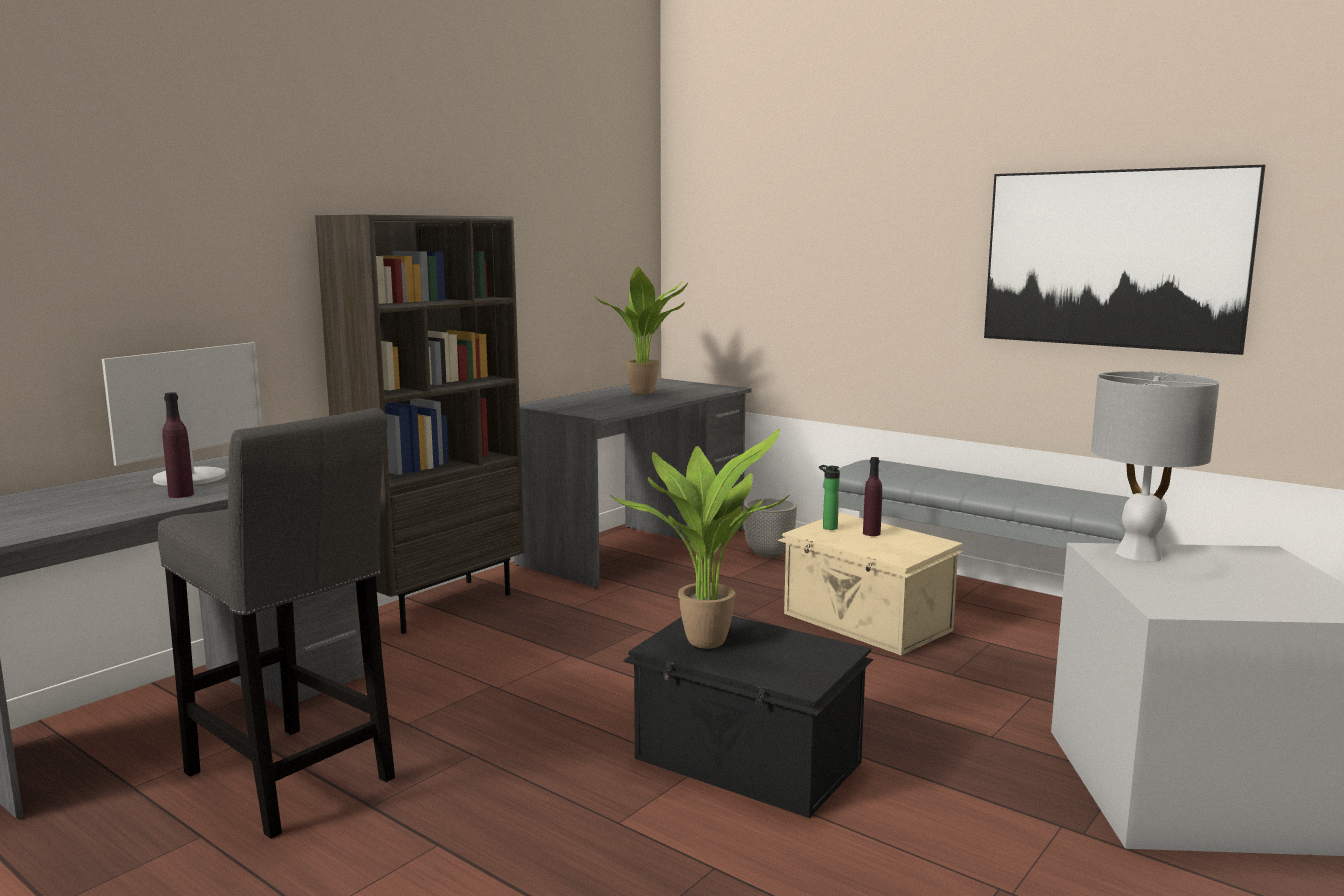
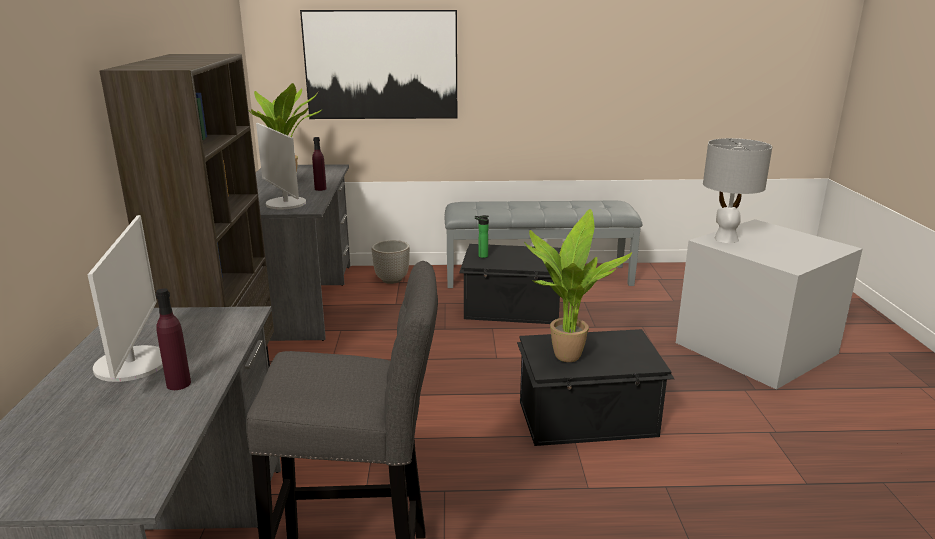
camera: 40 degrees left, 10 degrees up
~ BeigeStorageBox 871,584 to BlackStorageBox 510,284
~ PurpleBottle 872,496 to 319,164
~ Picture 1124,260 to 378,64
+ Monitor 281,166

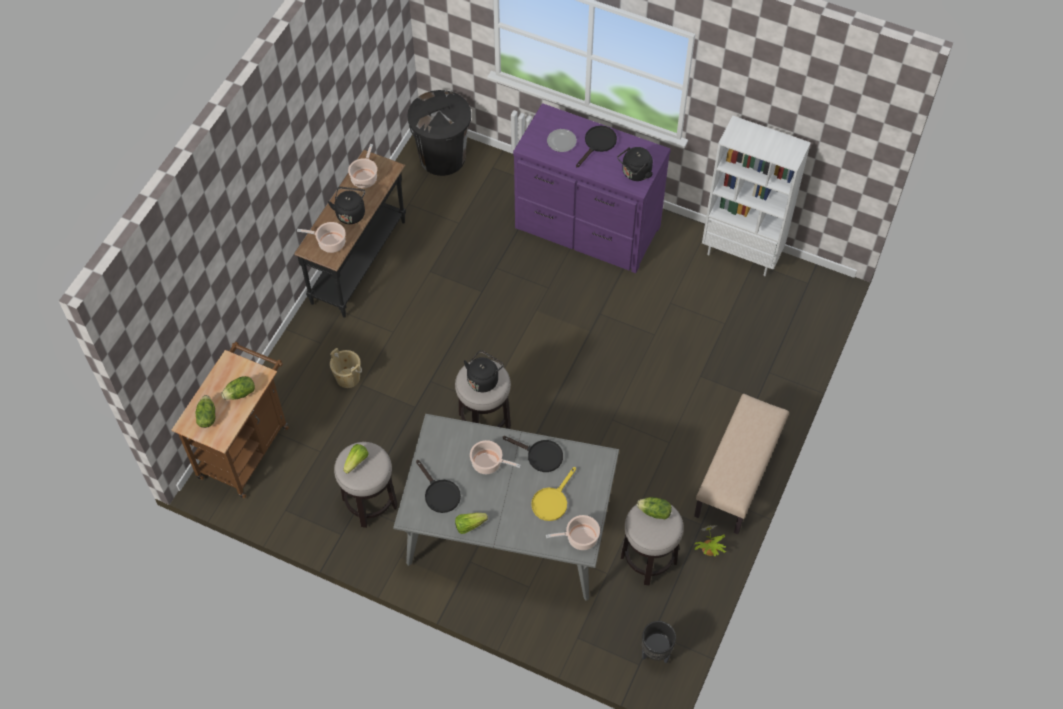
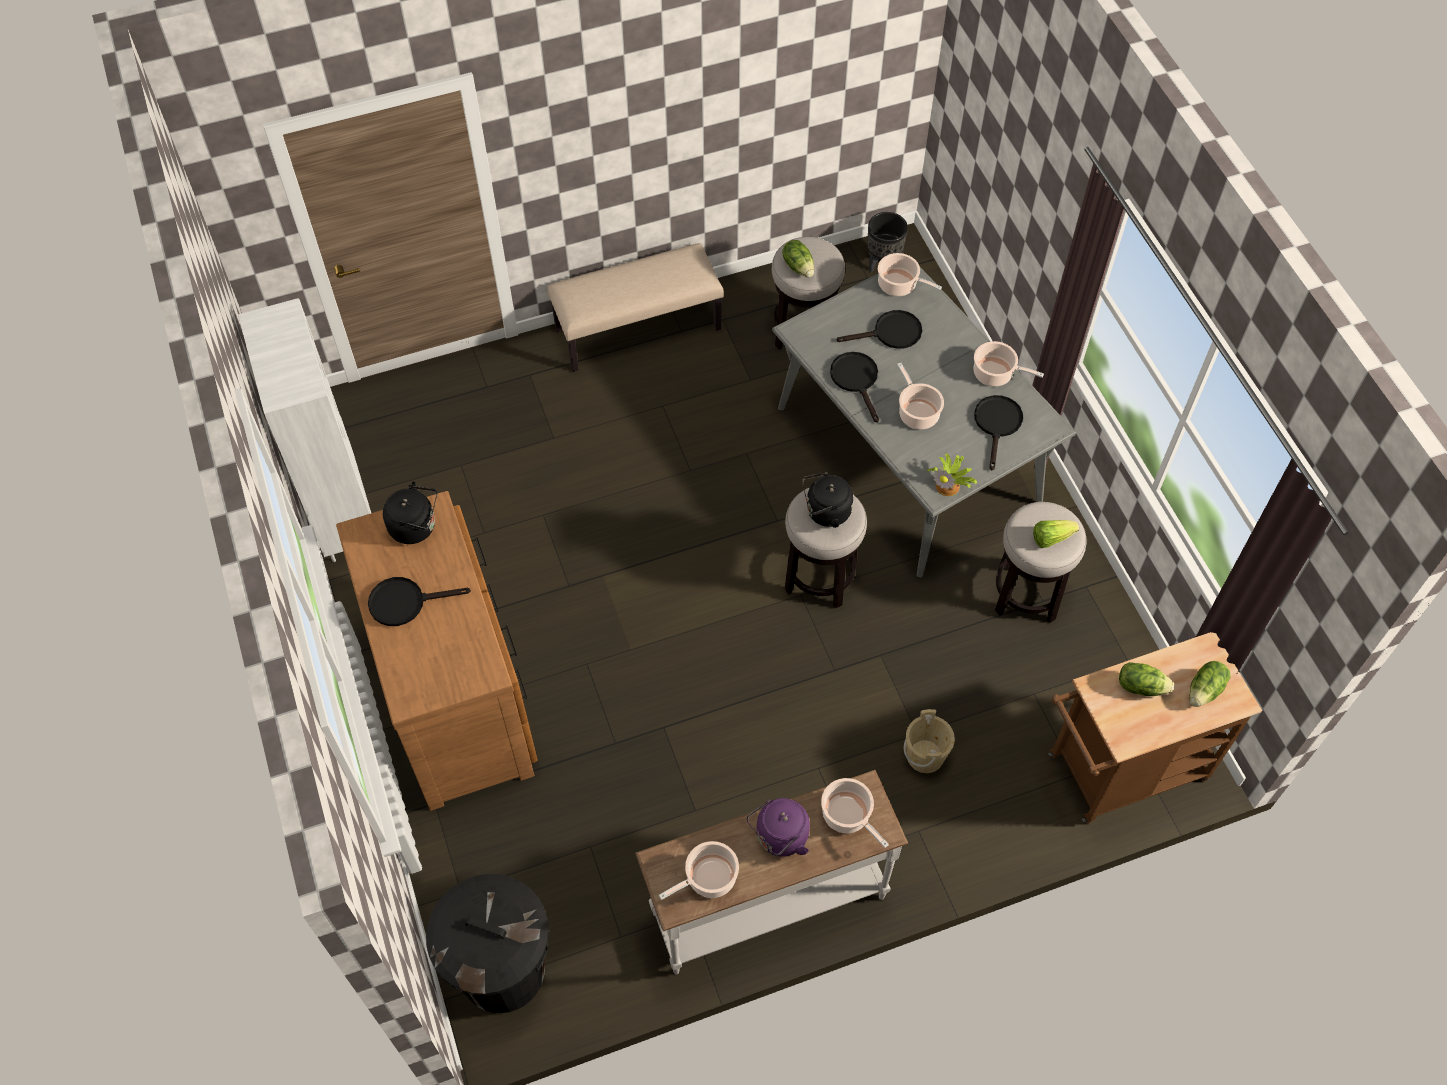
camera: 135 degrees left, 0 degrees up
~ BlackConsoleTable 350,234 to WhiteConsoleTable 771,872
~ BlackKettle 346,205 to PurpleKettle 778,827
~ Lettuce 471,523 to CookingPot 1008,364
~ PurpleDresser 592,188 to BrownDresser 437,651
~ YellowFryingPan 553,494 to BlackFryingPan 879,329
- Plate 562,140
~ PottedPlant 710,540 to 951,474

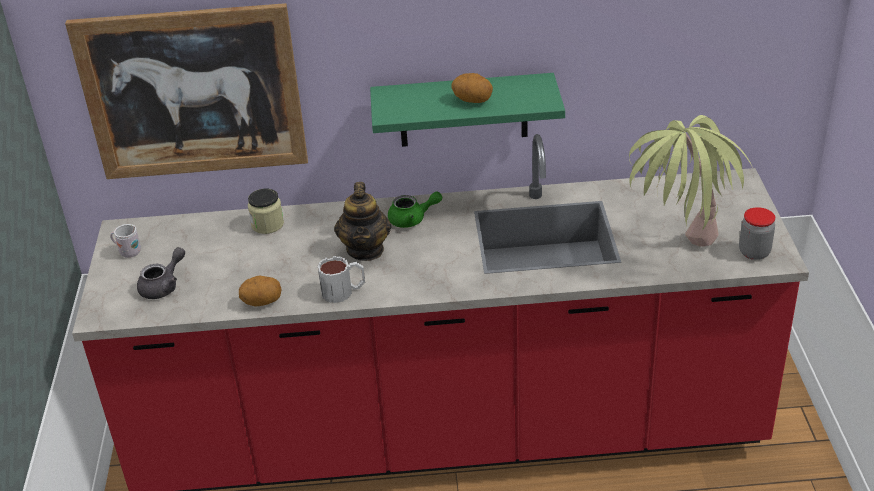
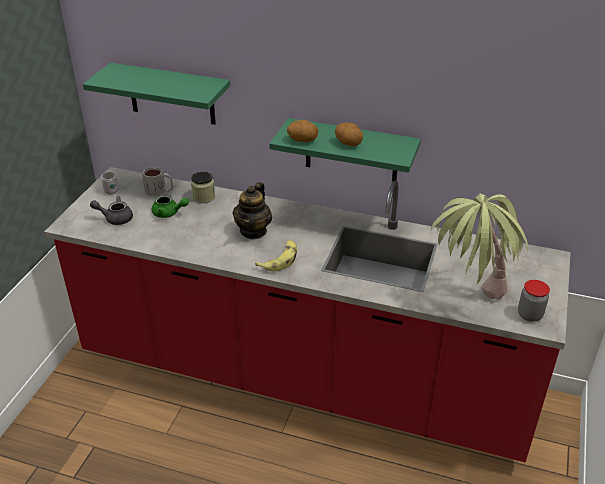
camera: 20 degrees right, 0 degrees up
~ Picture 186,91 to GreenShelf 156,94
~ GreyTeapot 161,273 = 111,210 150 degrees counterclockwise
~ Potato 260,290 to 302,131
~ Mug 341,279 to 157,181
~ GreenTeapot 415,209 to 170,206
+ Banana 276,255

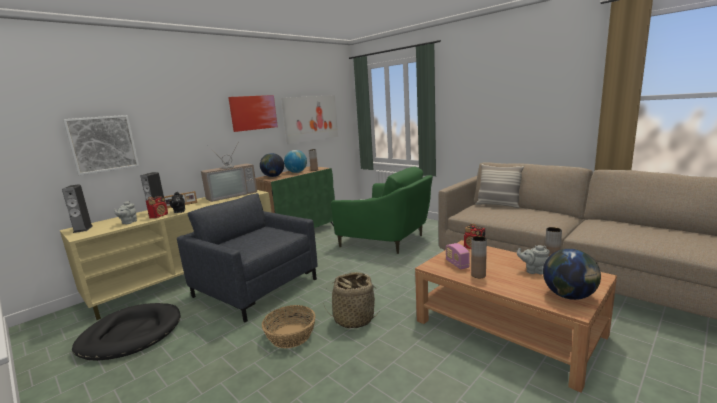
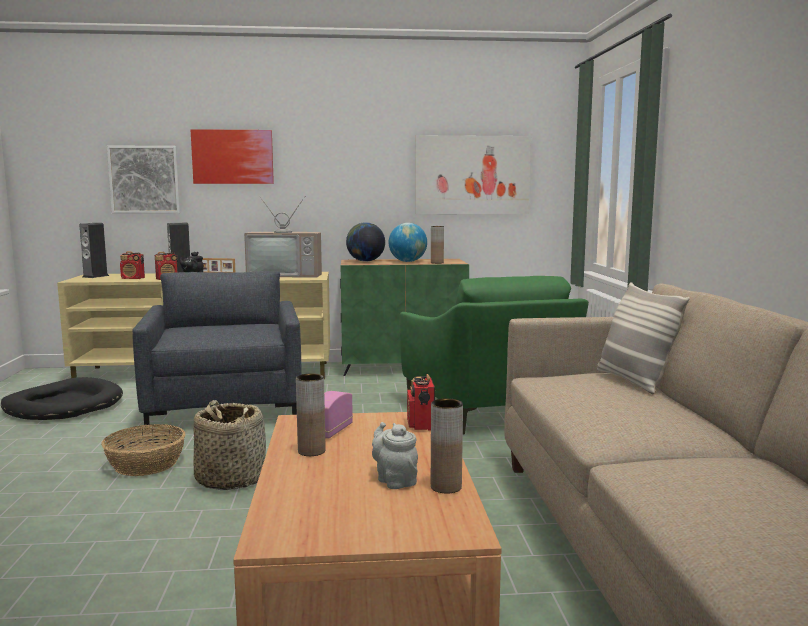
camera: 40 degrees right, 5 degrees down
~ GreyTeapot 125,212 to Radio 132,265
~ Picture 253,113 to 232,156
- Globe 572,274

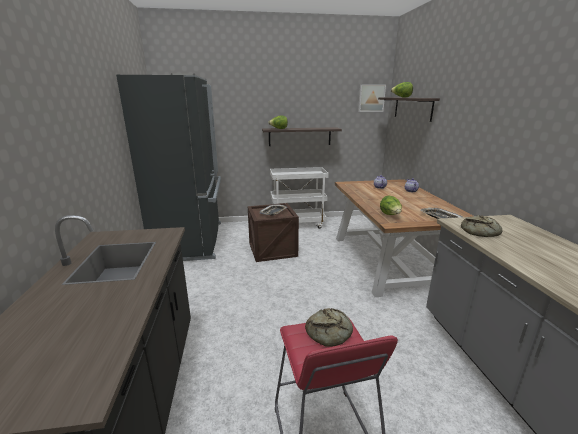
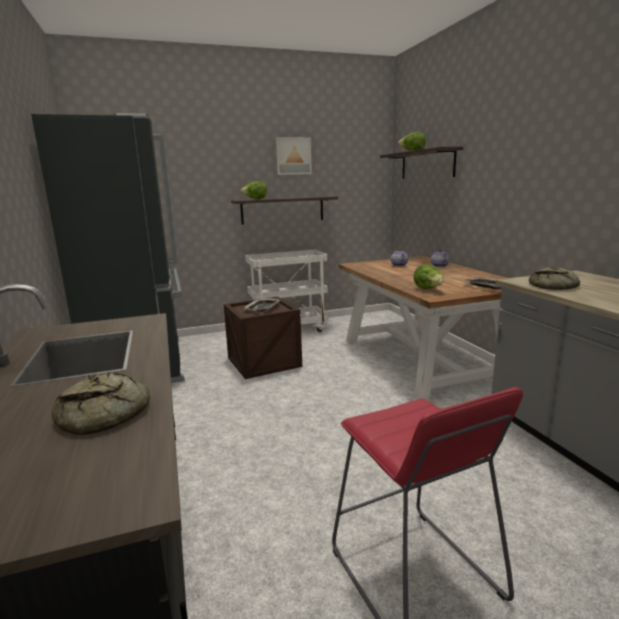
camera: 10 degrees left, 5 degrees down
~ Bread 329,327 to 101,404
~ Picture 372,98 to 294,156

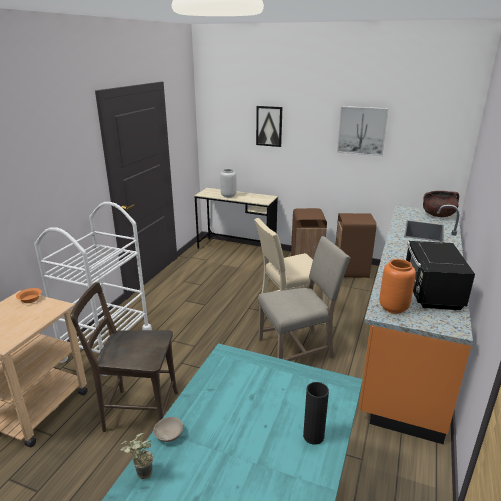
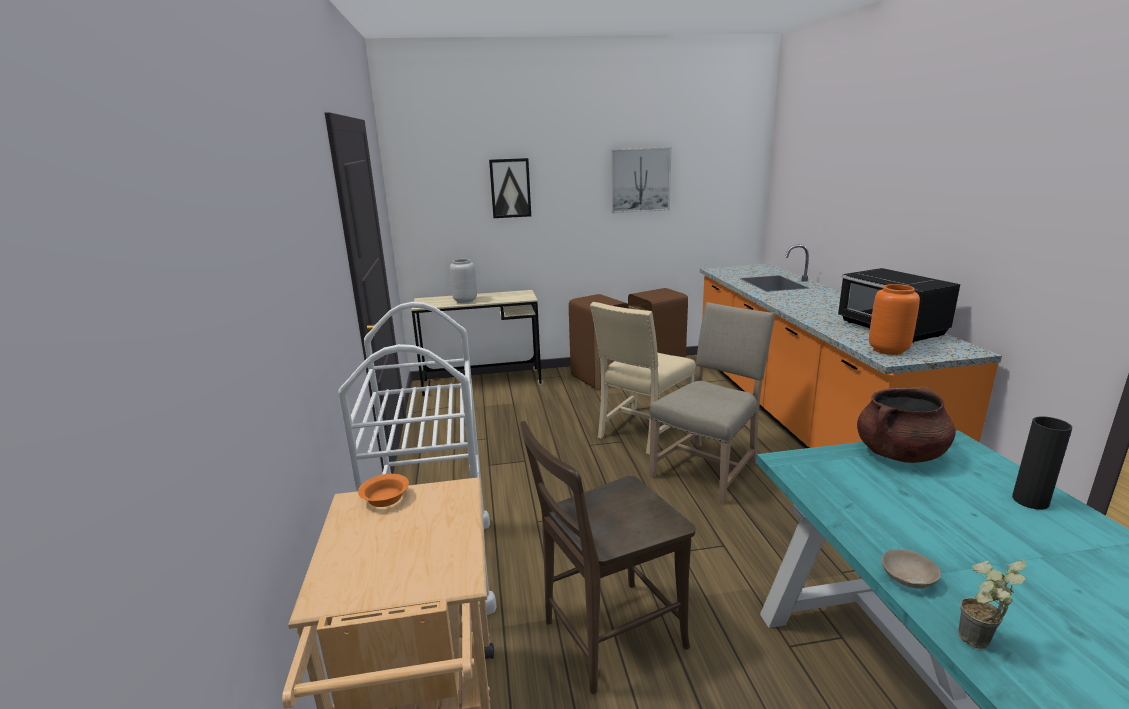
camera: 30 degrees left, 5 degrees down
~ BrownCookingPot 441,204 to 906,425

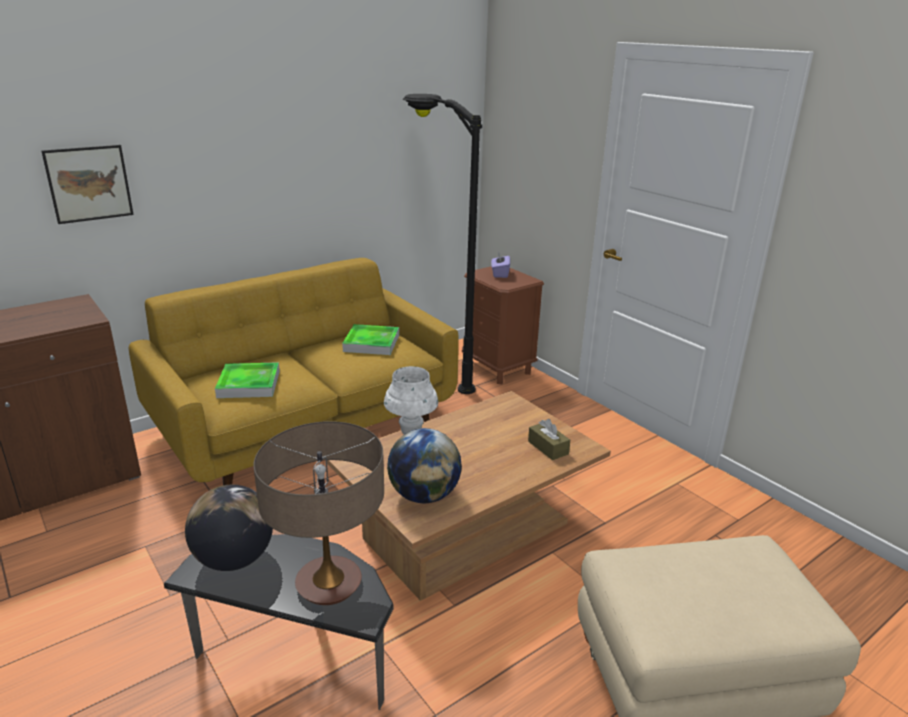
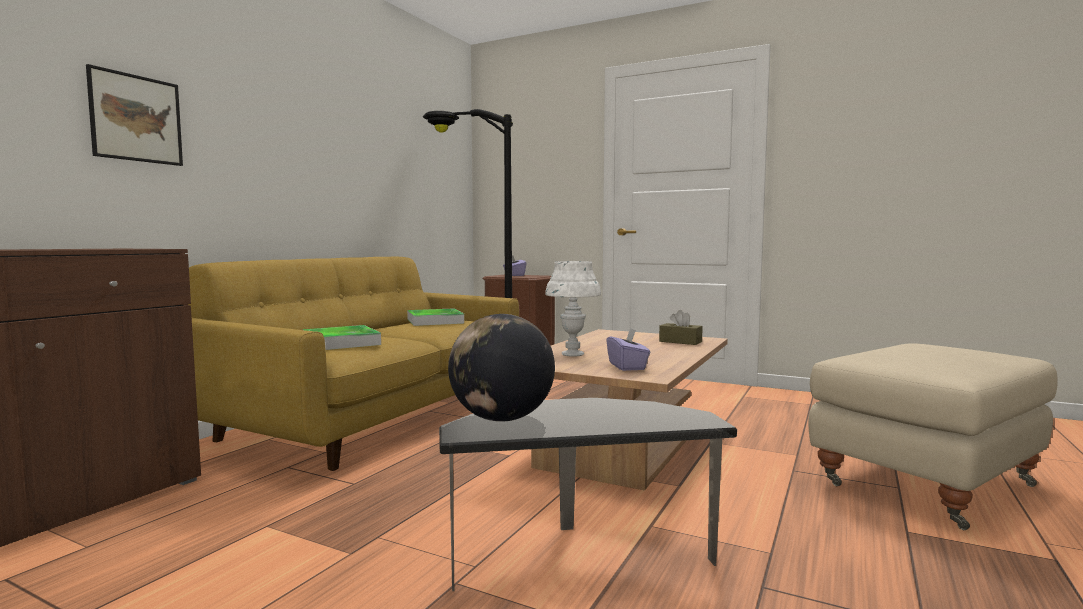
camera: 25 degrees left, 20 degrees down
- TableLamp 318,513
~ Globe 424,465 to PurpleTissueBox 628,349

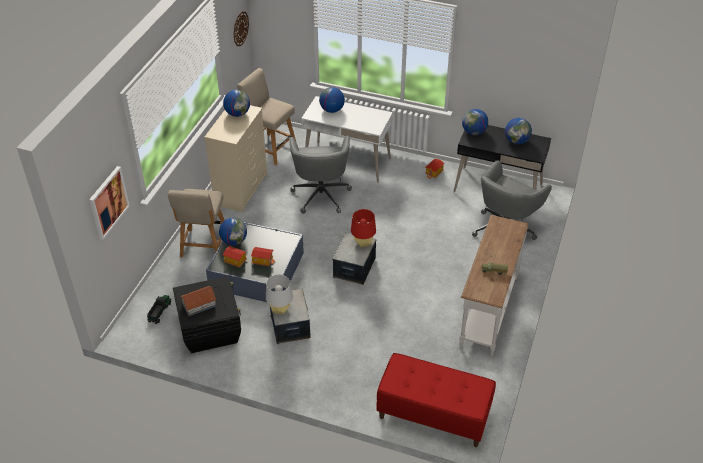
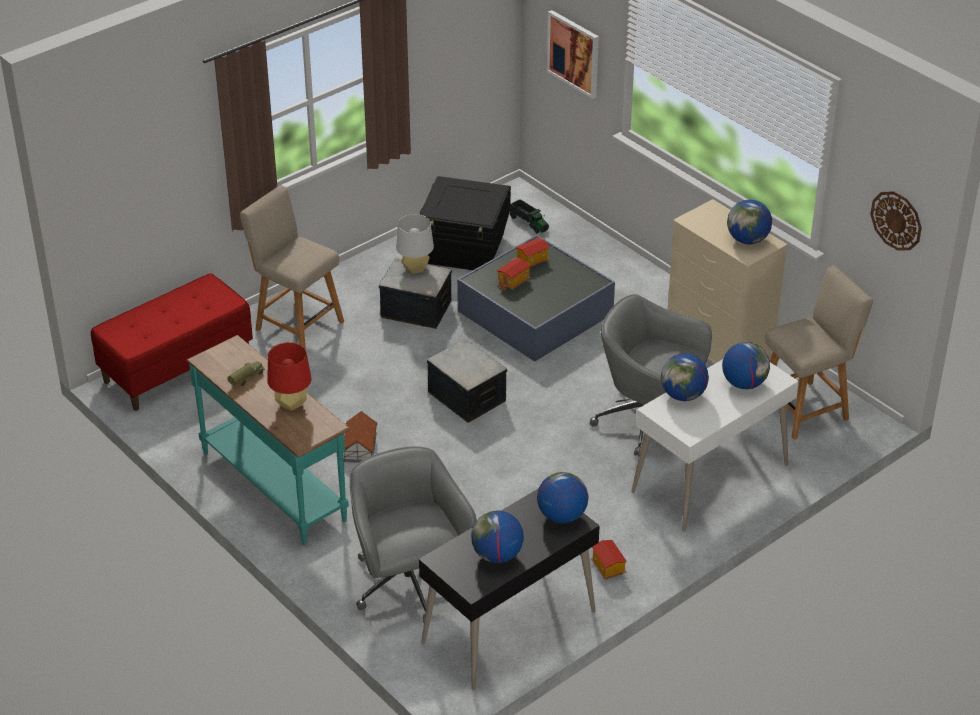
camera: 120 degrees right, 5 degrees down
~ BeigeChair 196,223 to 292,267
~ ToyHouse 198,301 to 361,437
~ Globe 233,231 to 685,377
~ RedTableLamp 363,228 to 289,376
~ WhiteConsoleTable 494,285 to TurquoiseConsoleTable 268,440

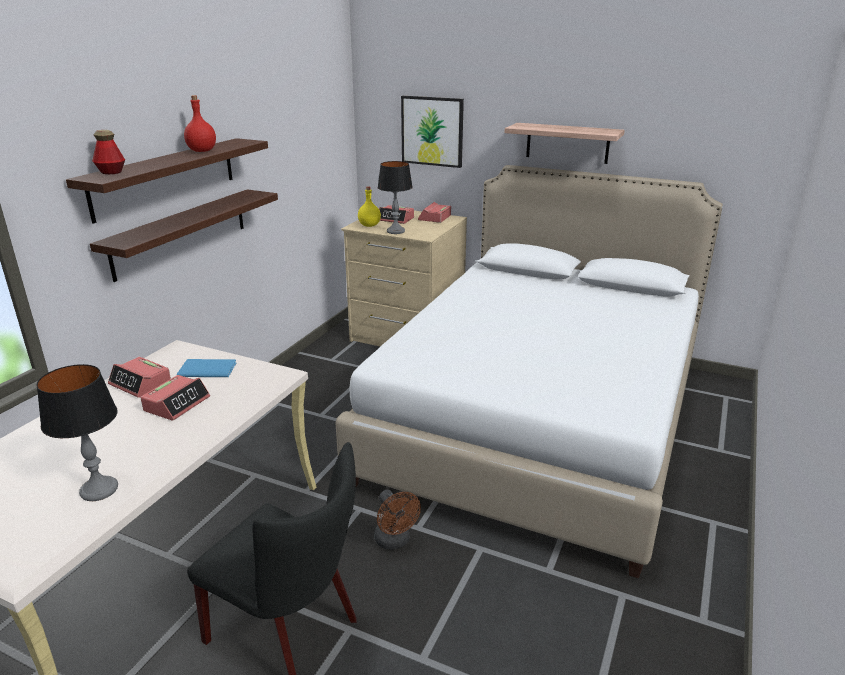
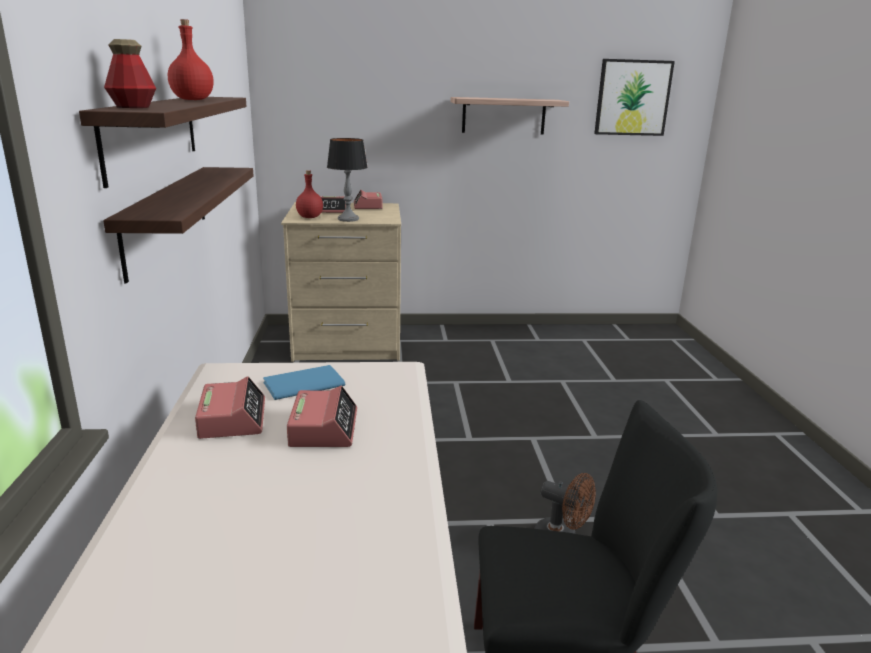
camera: 30 degrees left, 5 degrees down
- TableLamp 77,432
~ AlarmClock 139,377 = 230,407 105 degrees counterclockwise
- WhiteBed 529,371
~ YellowBottle 369,206 to RedBottle 309,194
~ Picture 432,132 to 634,97

